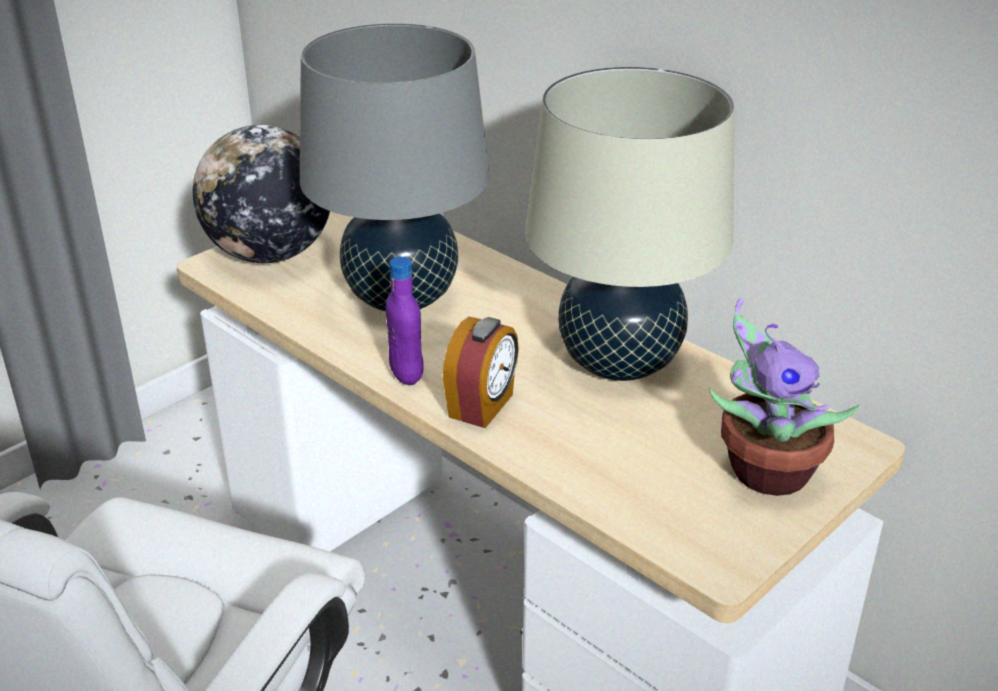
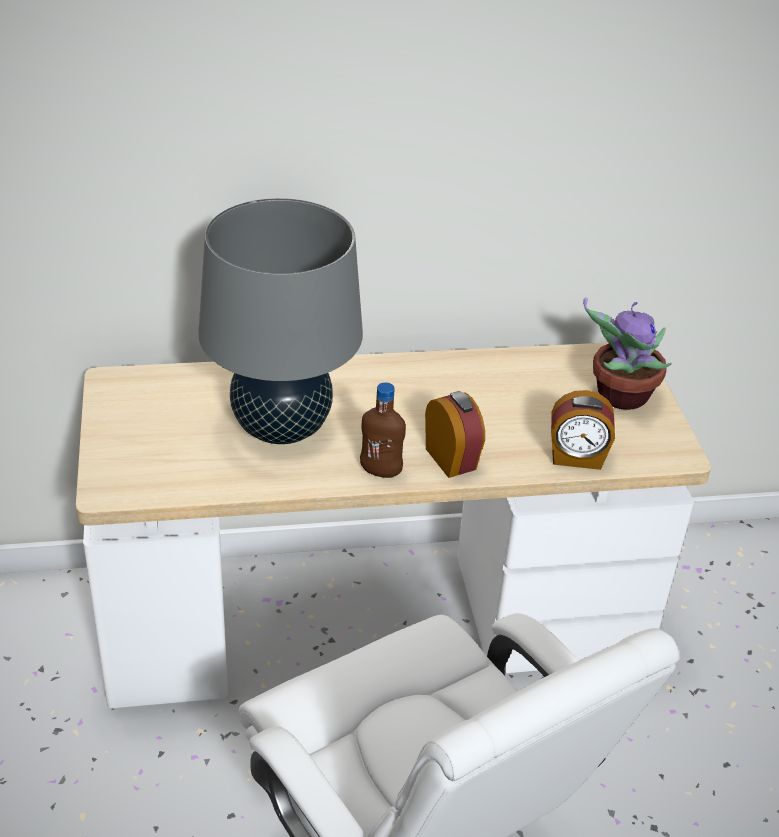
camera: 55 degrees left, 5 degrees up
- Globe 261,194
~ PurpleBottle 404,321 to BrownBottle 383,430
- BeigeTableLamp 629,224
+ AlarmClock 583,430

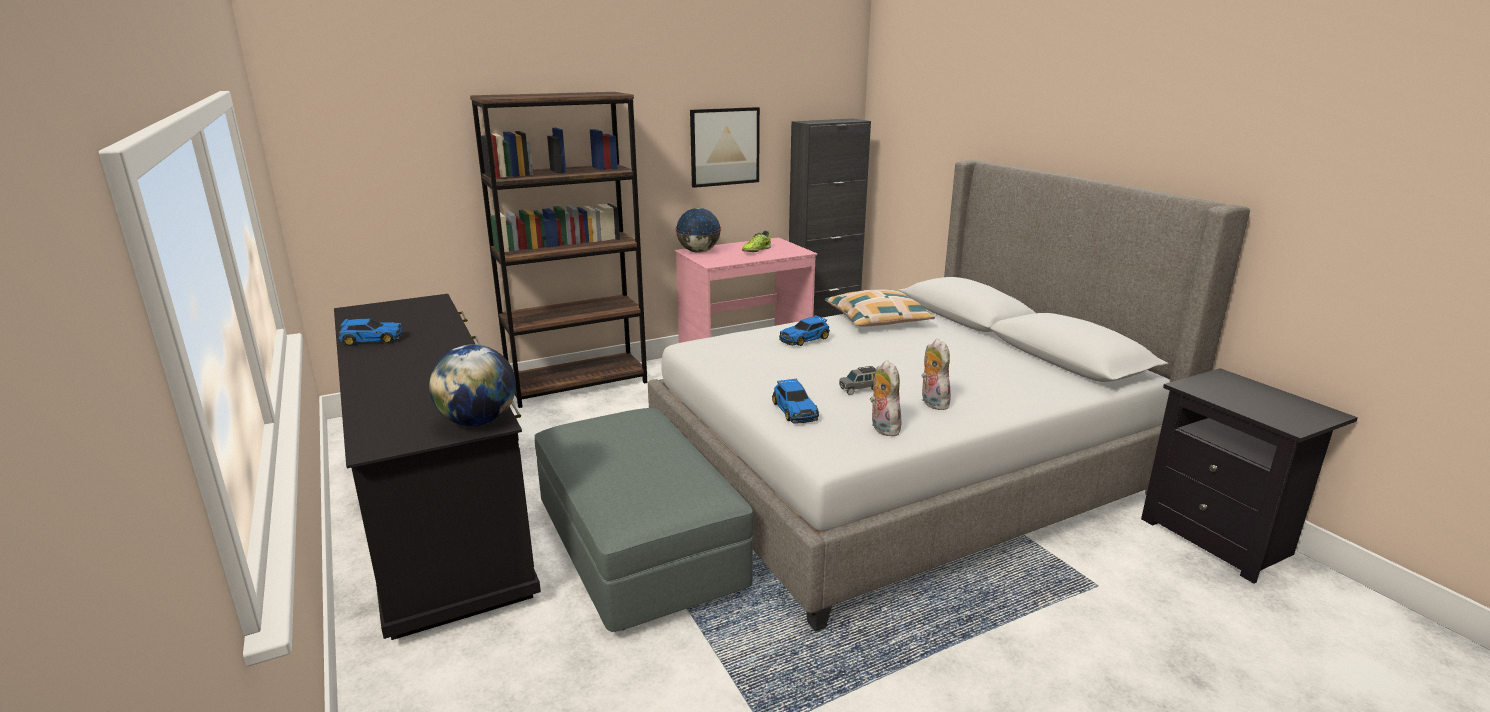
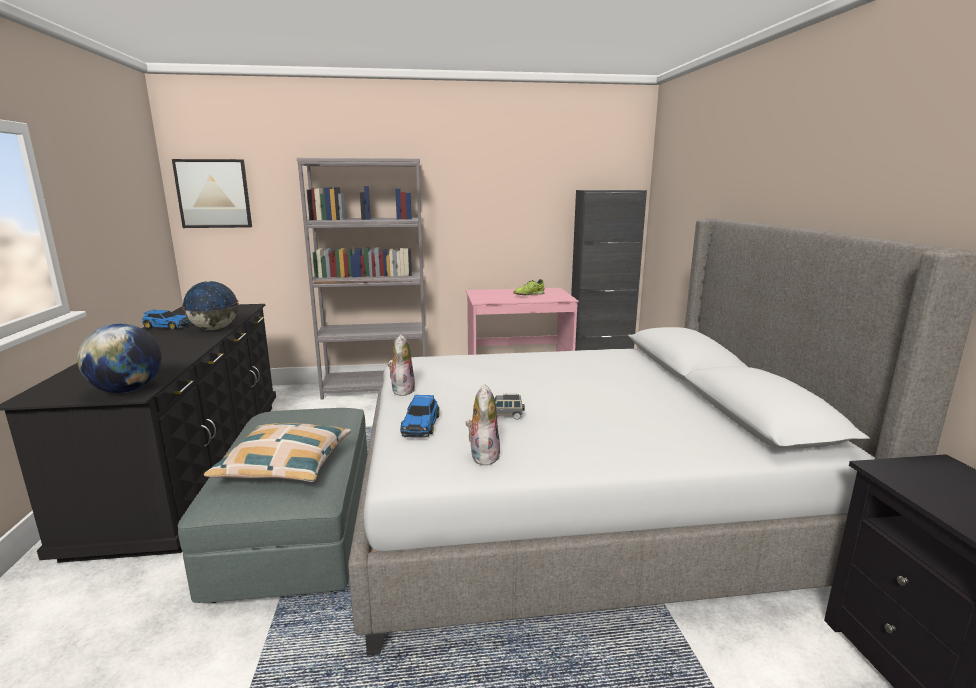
camera: 20 degrees right, 5 degrees down
~ BrownBookcase 558,250 to GreyBookcase 361,279
~ Globe 698,230 to 210,305
~ Picture 725,147 to 212,193
- ToyCar 804,330
~ Pillow 880,308 to 277,452
~ PlushToy 936,374 to 401,365

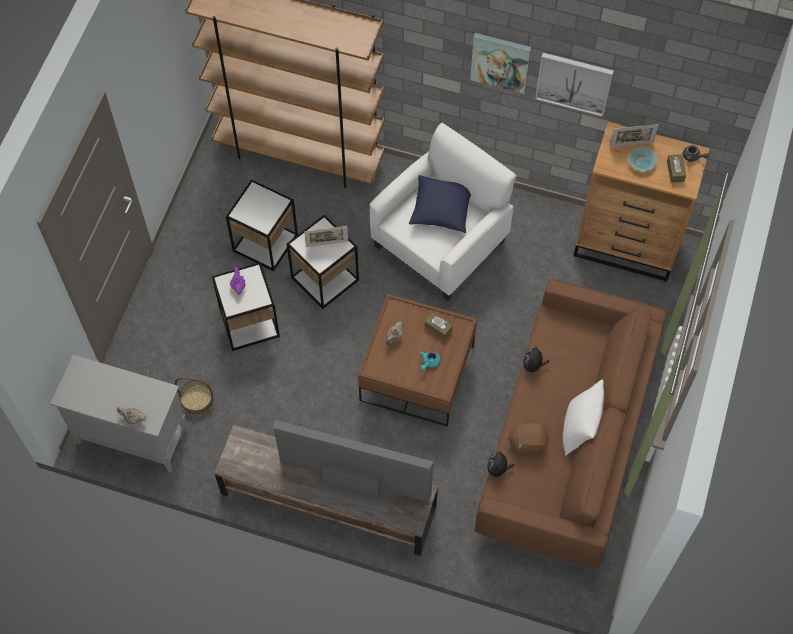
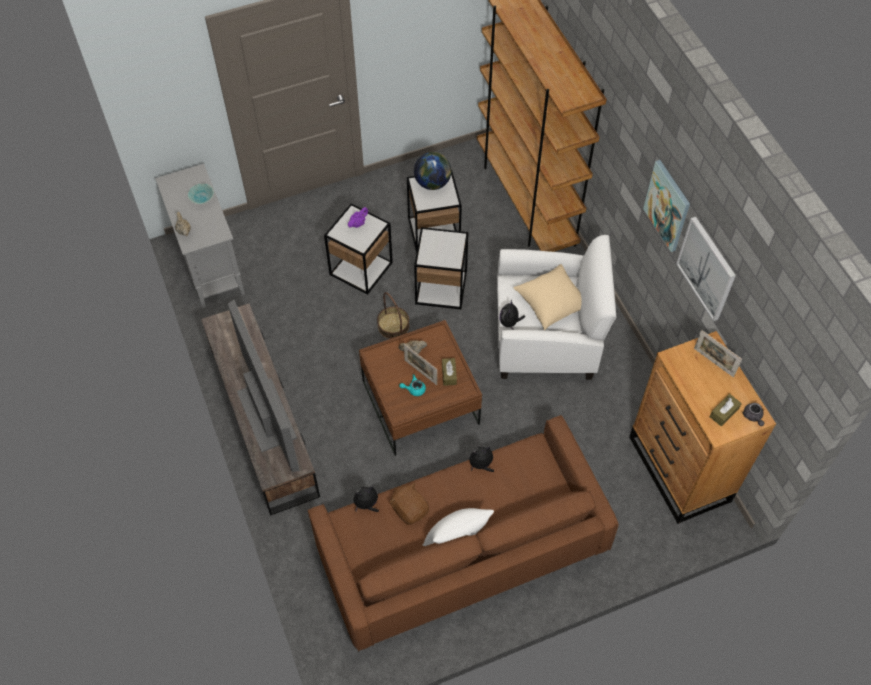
camera: 50 degrees right, 5 degrees down
~ Basket 194,396 to 393,315
~ PictureFrame 326,236 to 420,364
~ BluePillow 440,204 to BeigePillow 547,297
~ TurquoiseBowl 642,159 to 201,193
+ Globe 432,171
+ PlushToy 512,315

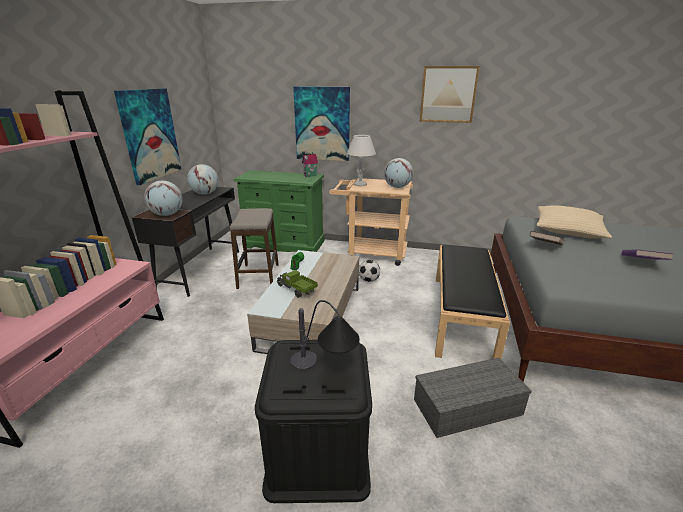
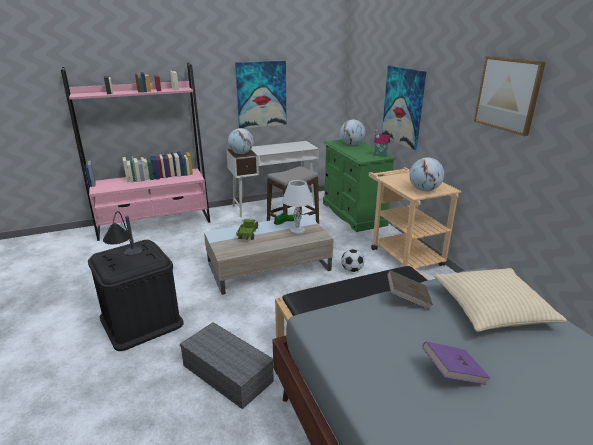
camera: 55 degrees right, 0 degrees up
~ BlackDesk 185,242 to WhiteDesk 272,179
~ Globe 203,179 to 352,132
~ WhiteTableLamp 361,160 to 297,207

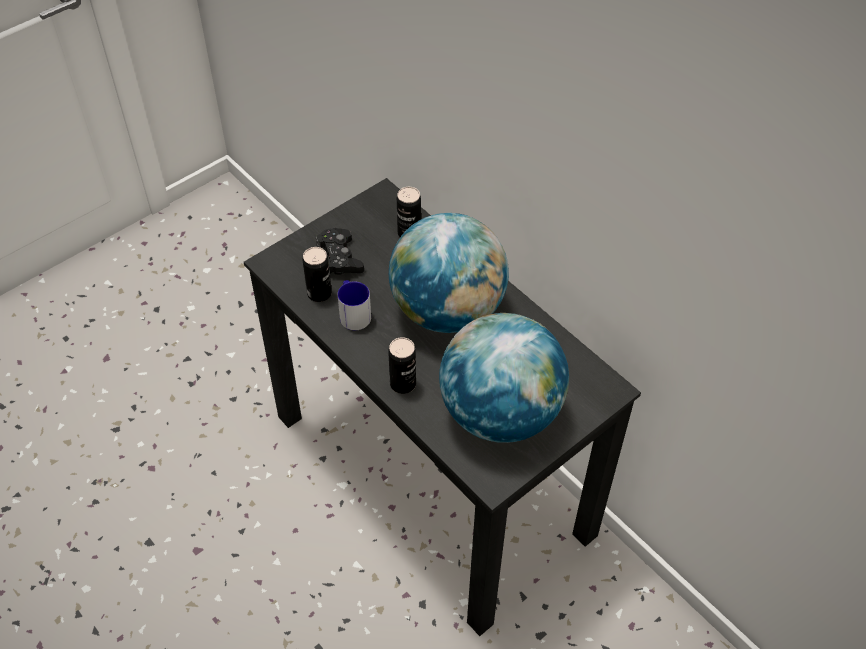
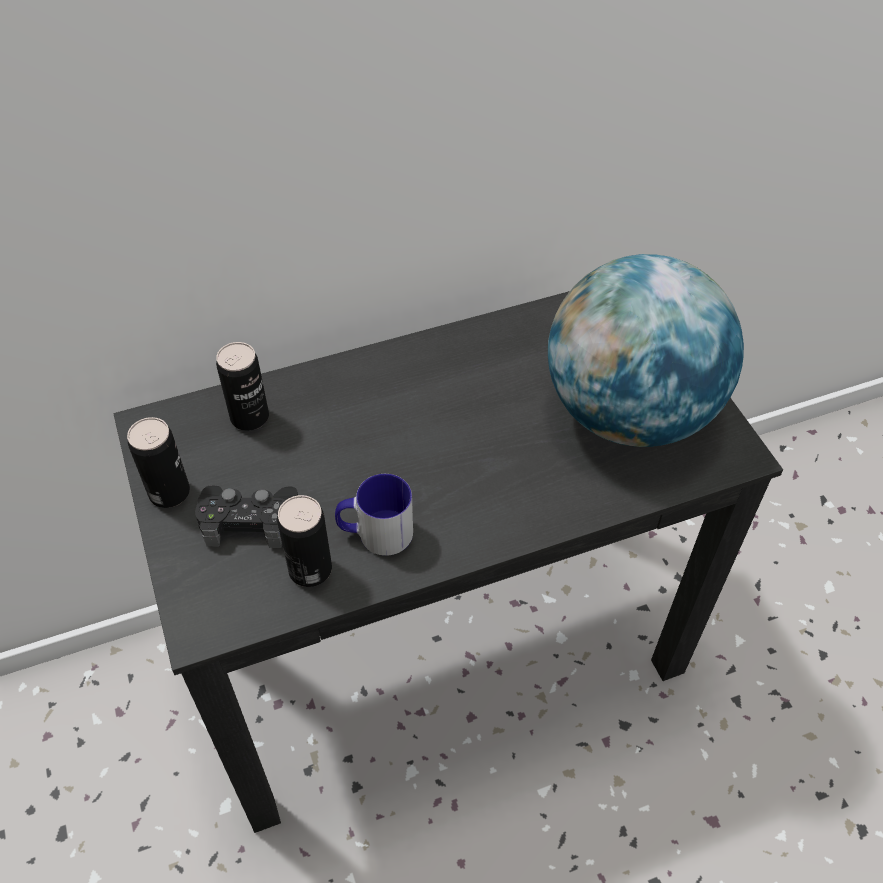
camera: 70 degrees left, 0 degrees up
~ Can 402,365 to 158,462
- Globe 449,273

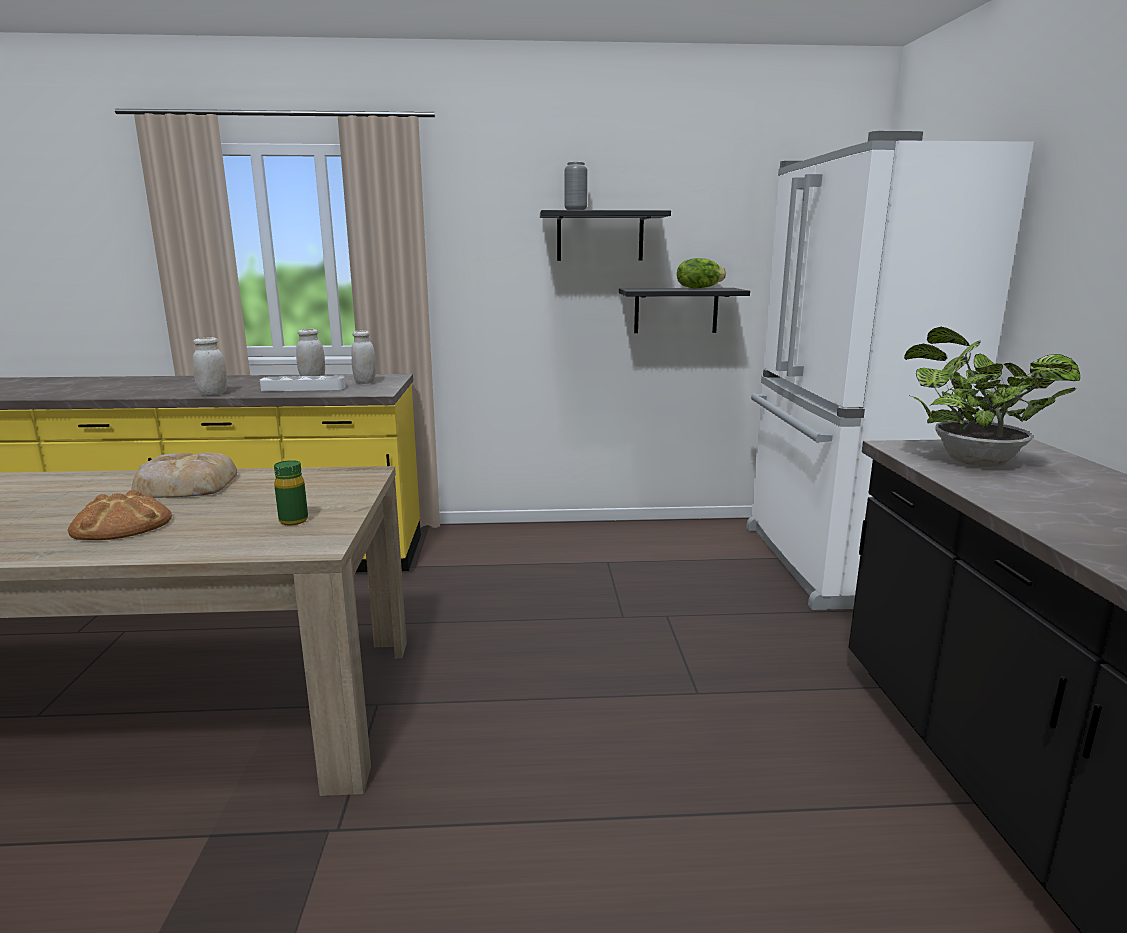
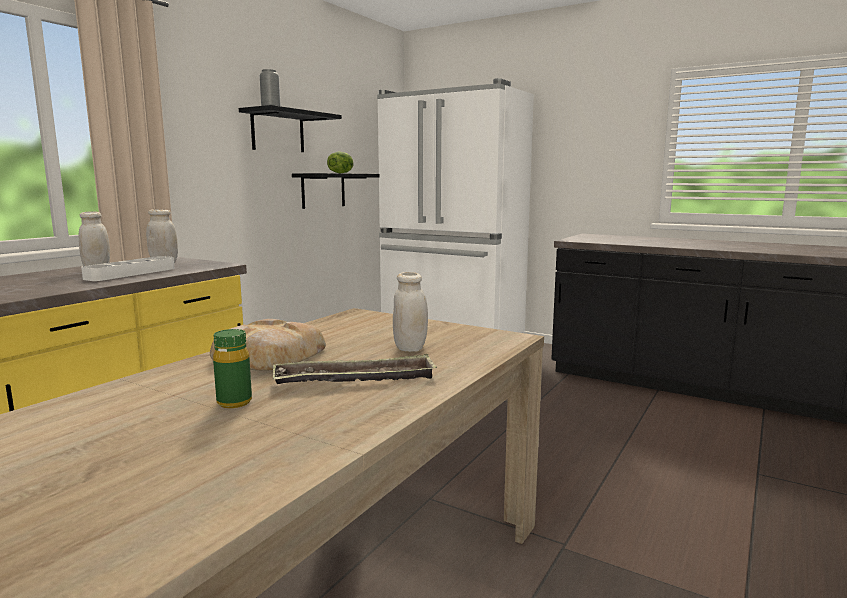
camera: 55 degrees left, 5 degrees down
~ Bread 119,515 to Tray 355,369
~ WhiteJar 210,366 to 410,312
~ GreenBottle 291,492 to 232,368
- PottedPlant 992,397

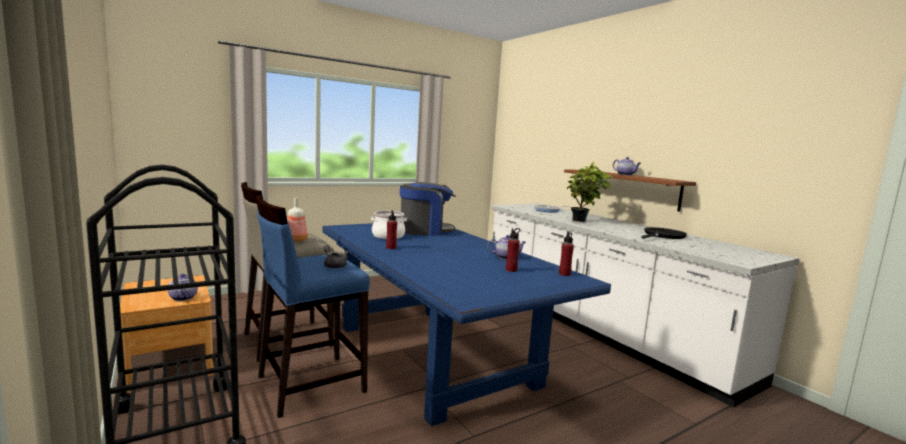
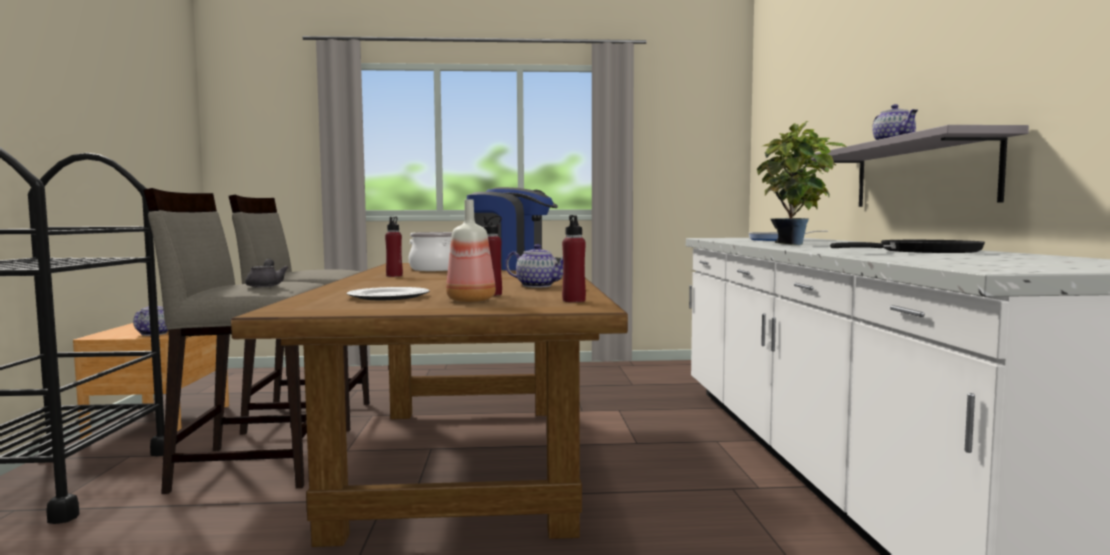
camera: 30 degrees right, 5 degrees down
~ BlueStool 313,306 to BeigeStool 233,341
~ Bottle 297,219 to 471,250
~ BlueDiningTable 467,324 to BrownDiningTable 429,405
~ BrownShelf 630,190 to GreyShelf 920,166
+ Plate 388,293

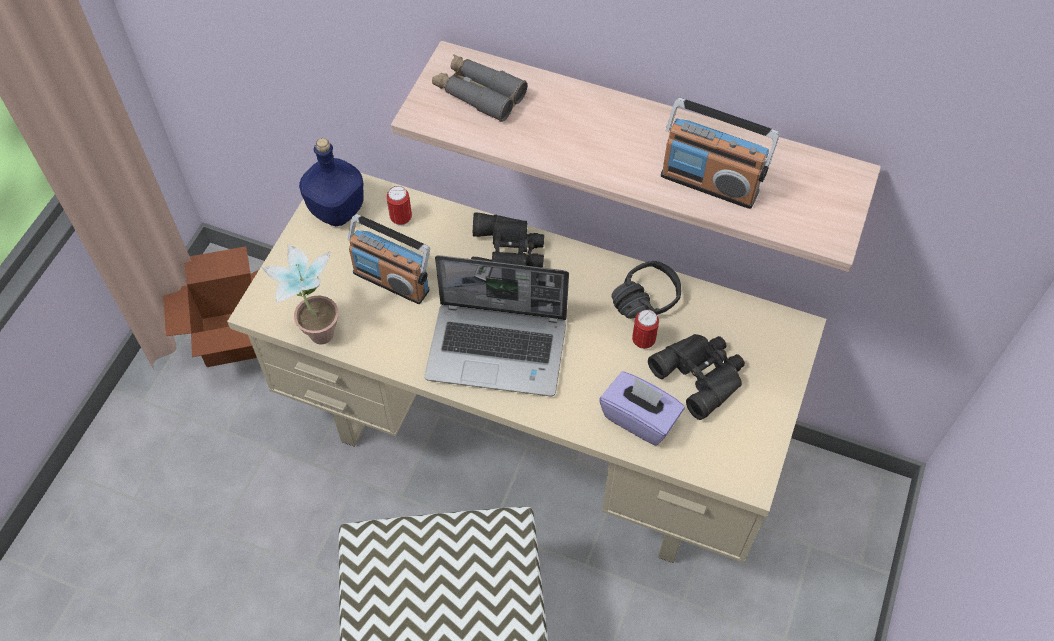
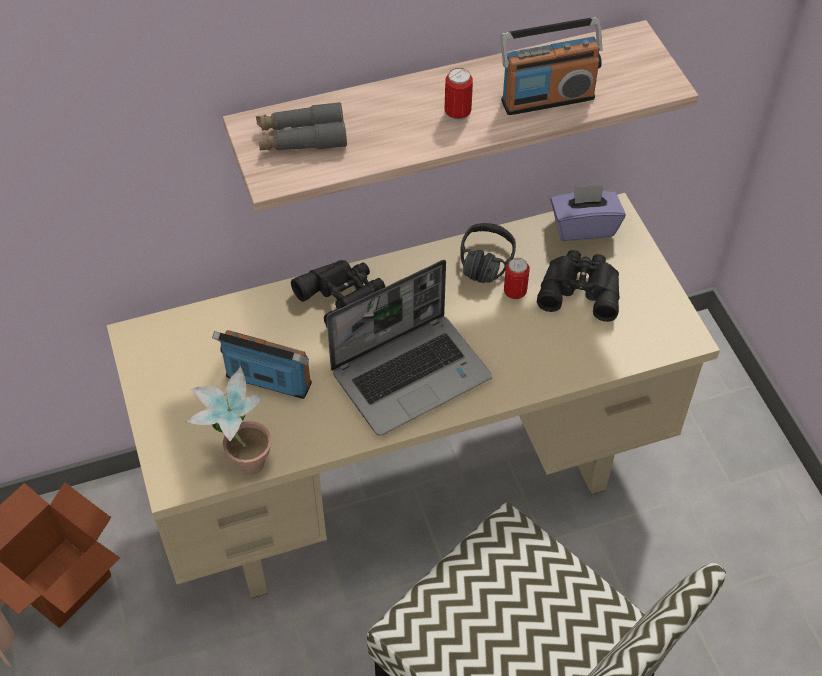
camera: 40 degrees left, 5 degrees down
- BlueBottle 331,182
~ Radio 389,259 = 262,364 150 degrees counterclockwise
~ Can 399,206 to 459,94
~ PurpleTissueBox 642,408 to 587,213

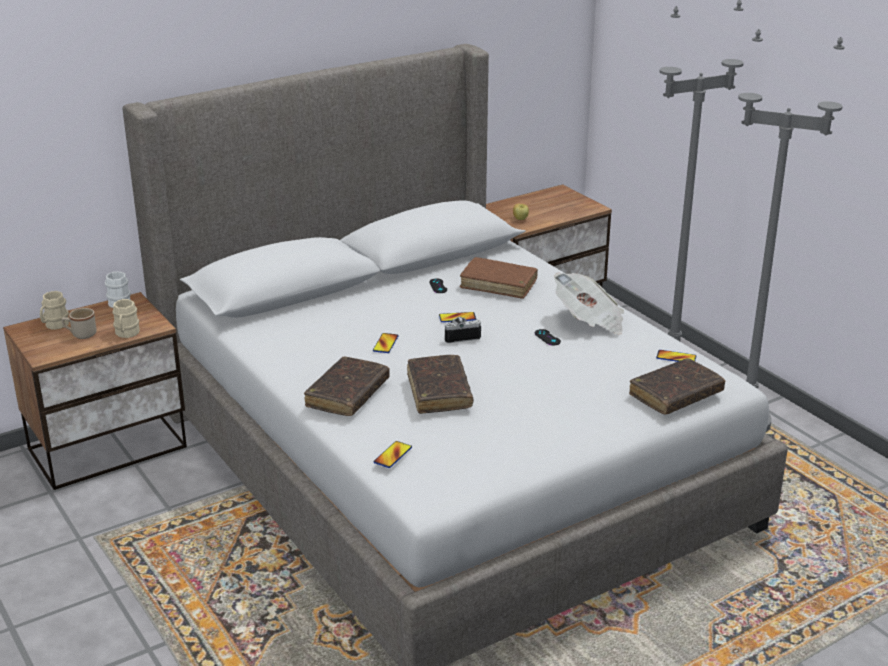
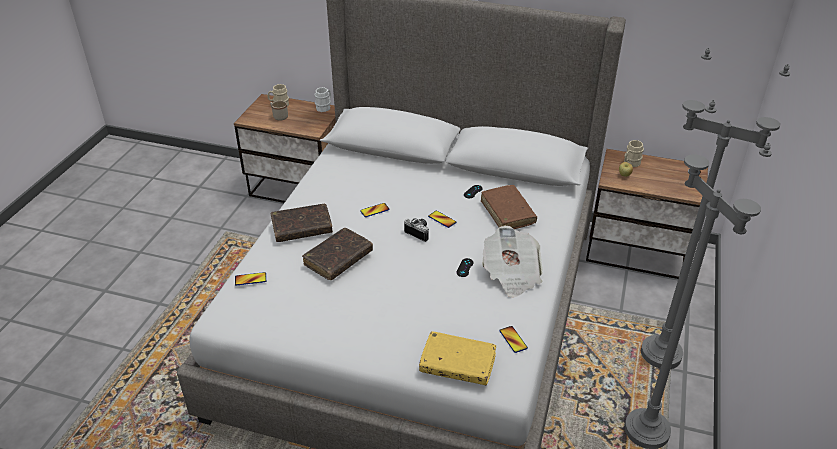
camera: 50 degrees right, 10 degrees up
~ BeigeMug 126,318 to 634,153
~ BrownBook 677,386 to YellowBook 457,358

